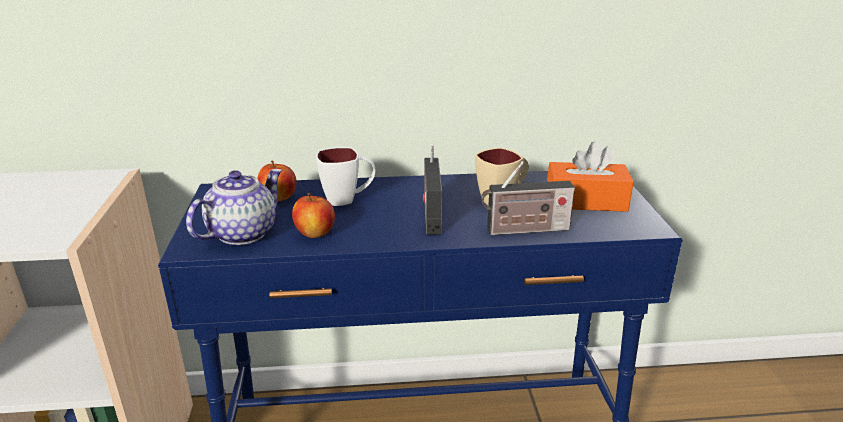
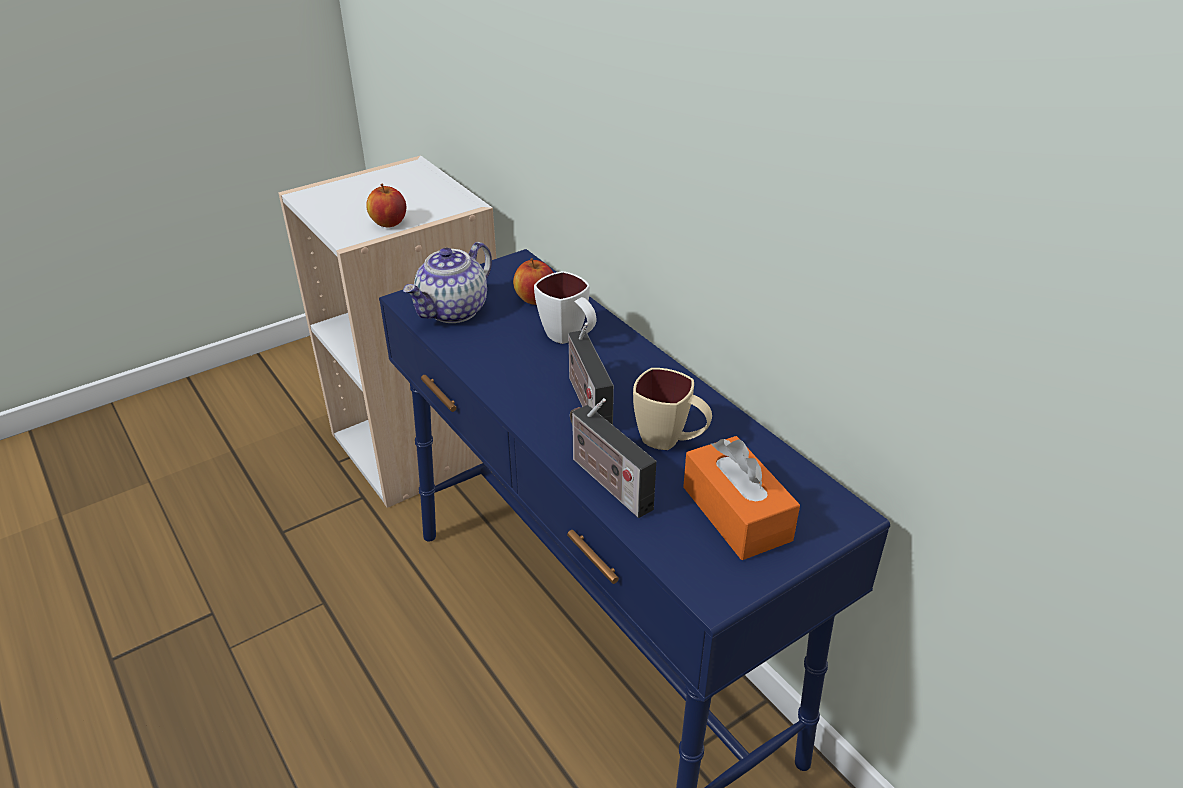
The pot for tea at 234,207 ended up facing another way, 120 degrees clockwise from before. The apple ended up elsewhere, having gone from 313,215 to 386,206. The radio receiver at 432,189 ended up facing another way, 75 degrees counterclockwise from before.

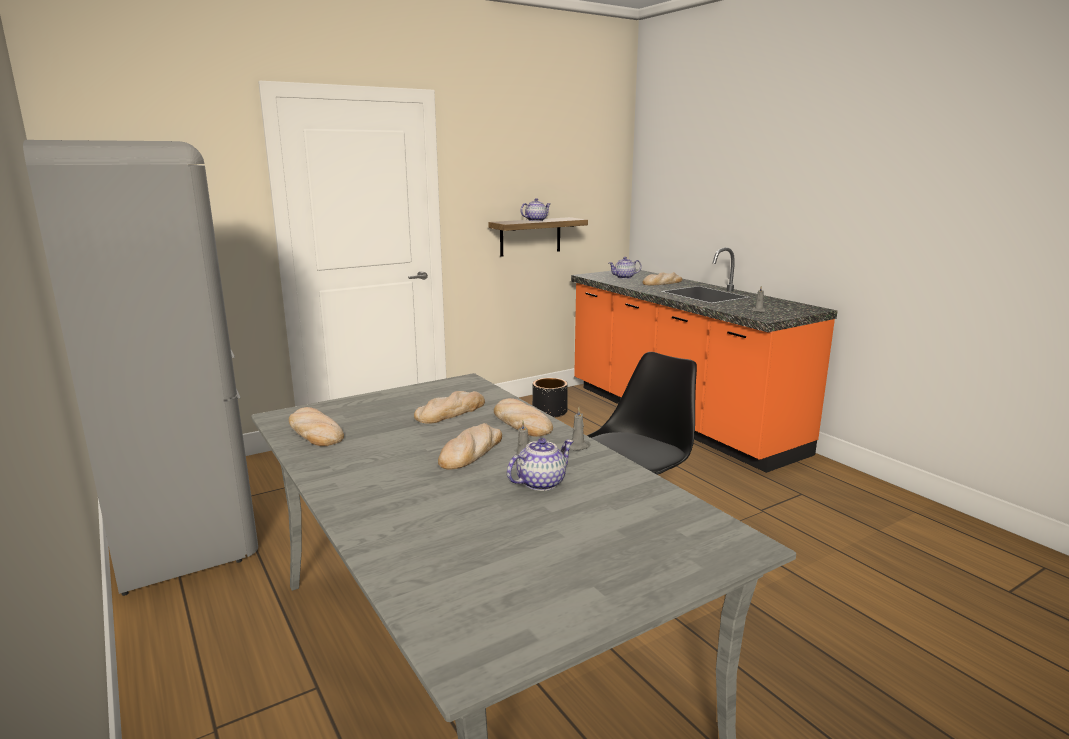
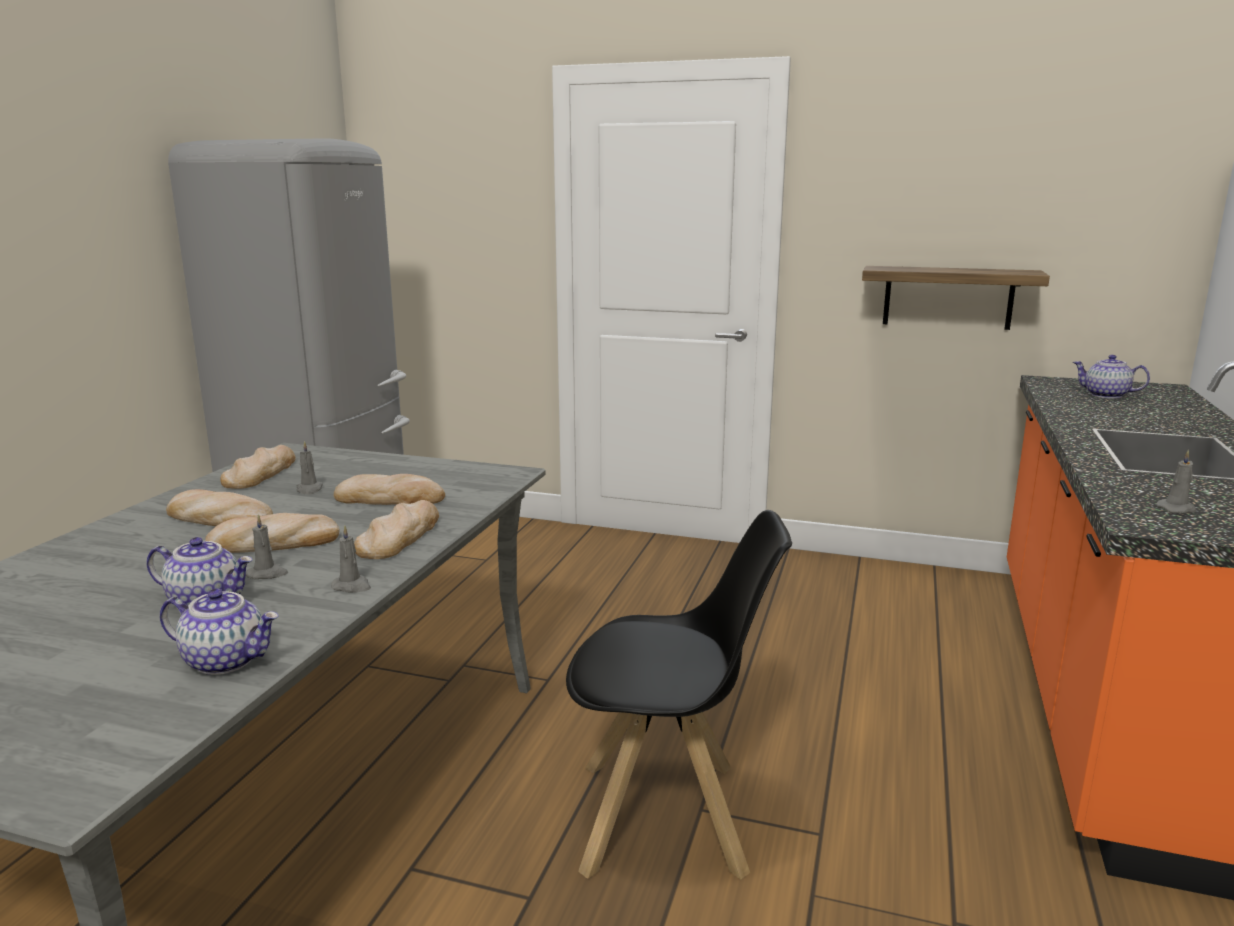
The pot for tea ended up elsewhere, having gone from 535,209 to 219,632. The second view lost the flower pot in black-coloured at 550,398. The bakery bread ended up elsewhere, having gone from 662,278 to 219,507. The second view gained the candle in gray at 310,468.

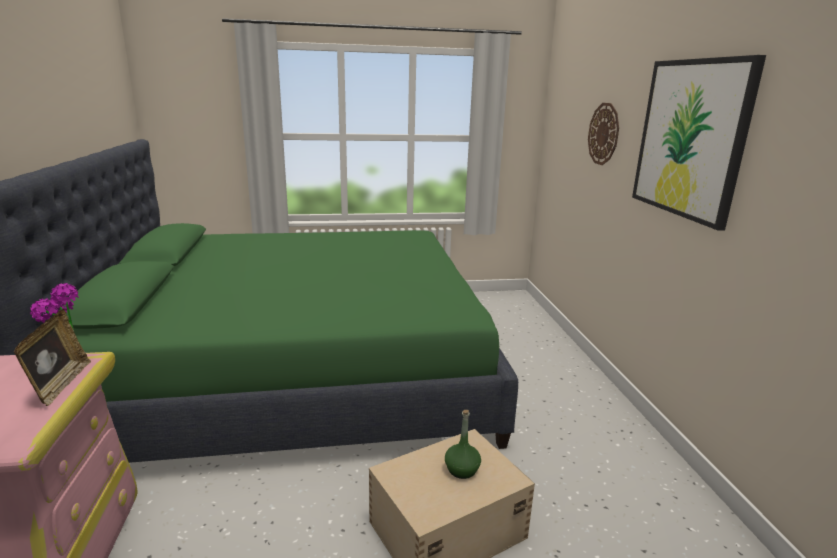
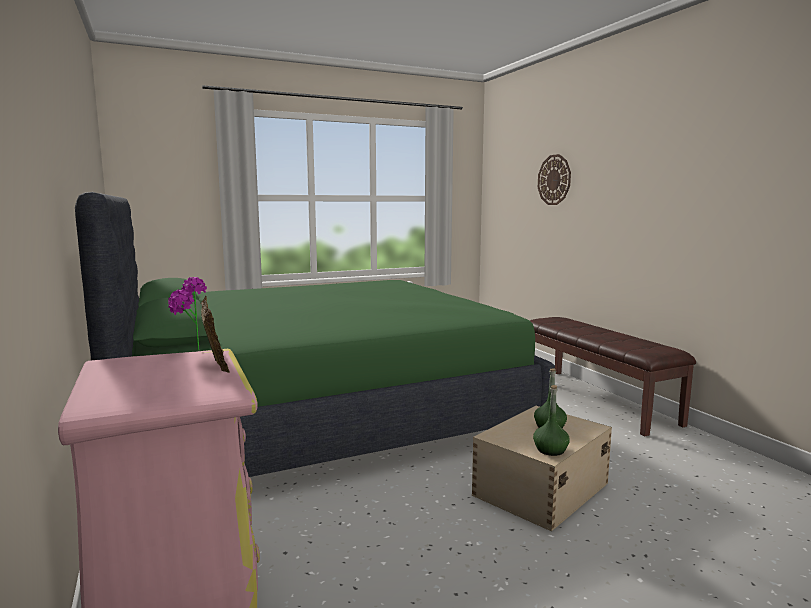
The second view lost the wall art at 699,143. The second view gained the indoor bench in brownish at 613,376. The second view gained the drink bottle in green at 551,420.

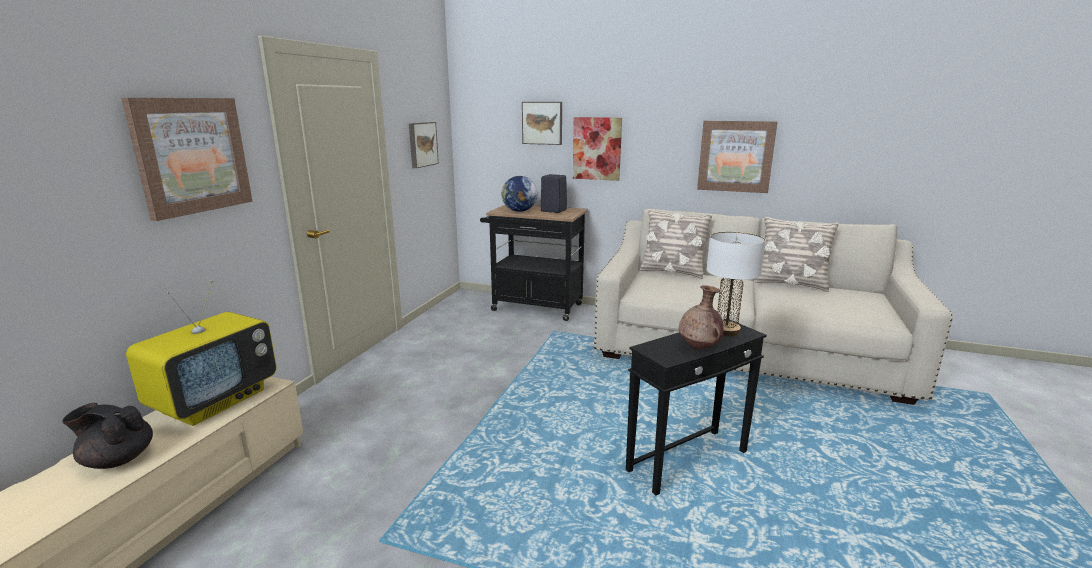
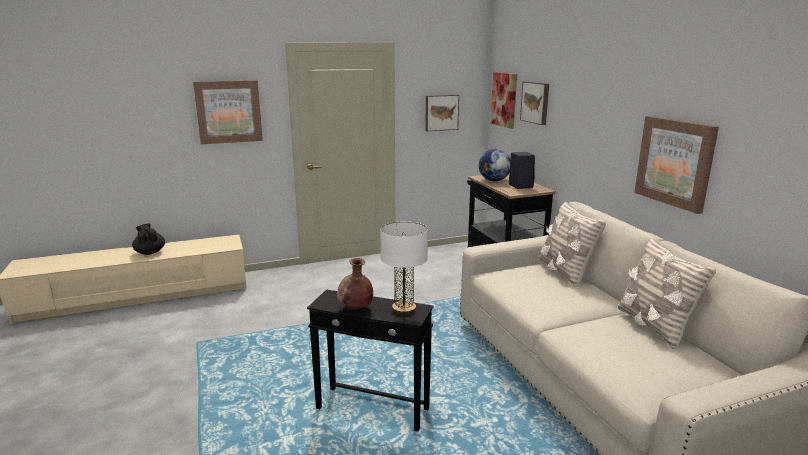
The second view lost the TV set at 201,353. The wall art ended up elsewhere, having gone from 597,149 to 503,100.

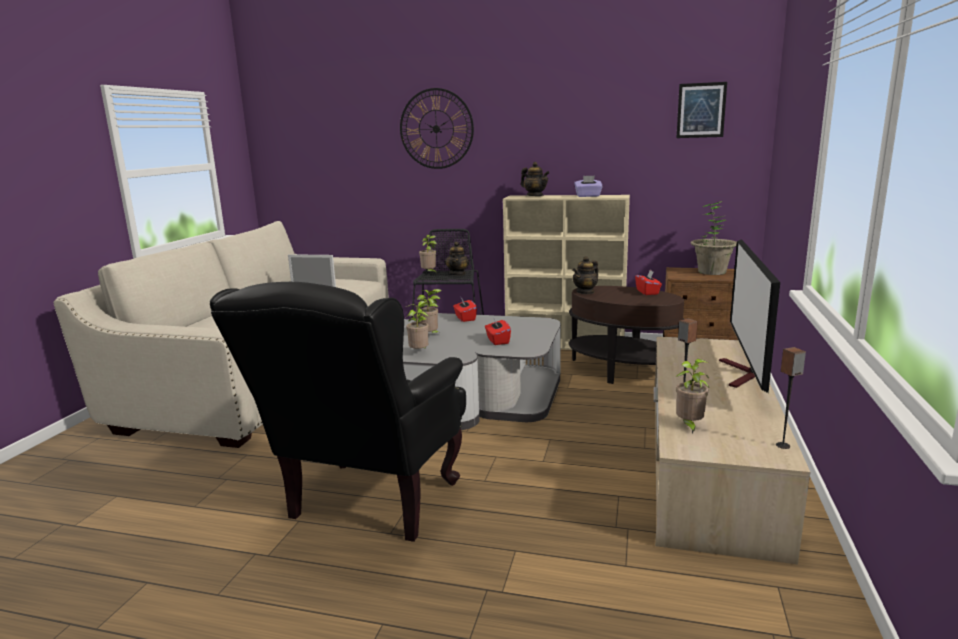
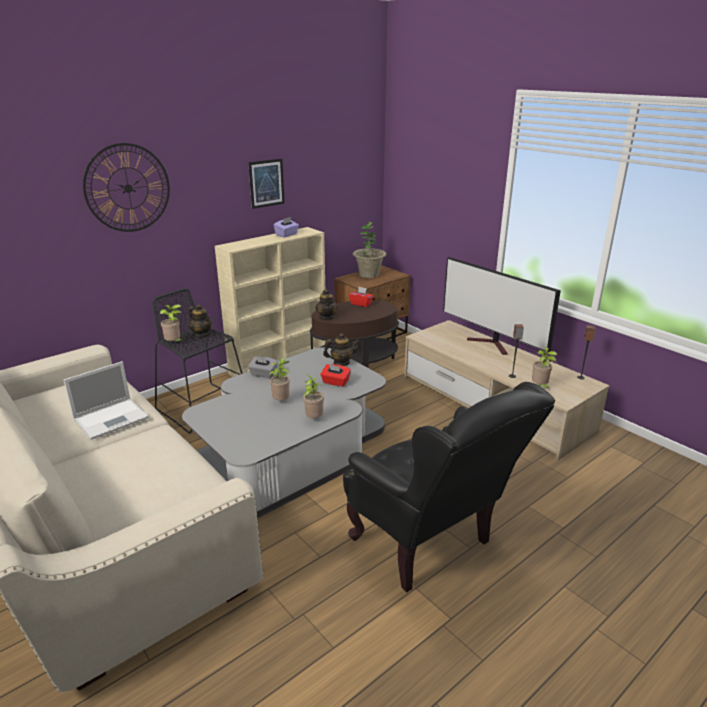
What was the tissue holder in red-coloured at 465,310 turned into the tissue holder in gray at 263,367. The pot for tea ended up elsewhere, having gone from 535,179 to 341,349. The wall art ended up elsewhere, having gone from 701,110 to 266,183.

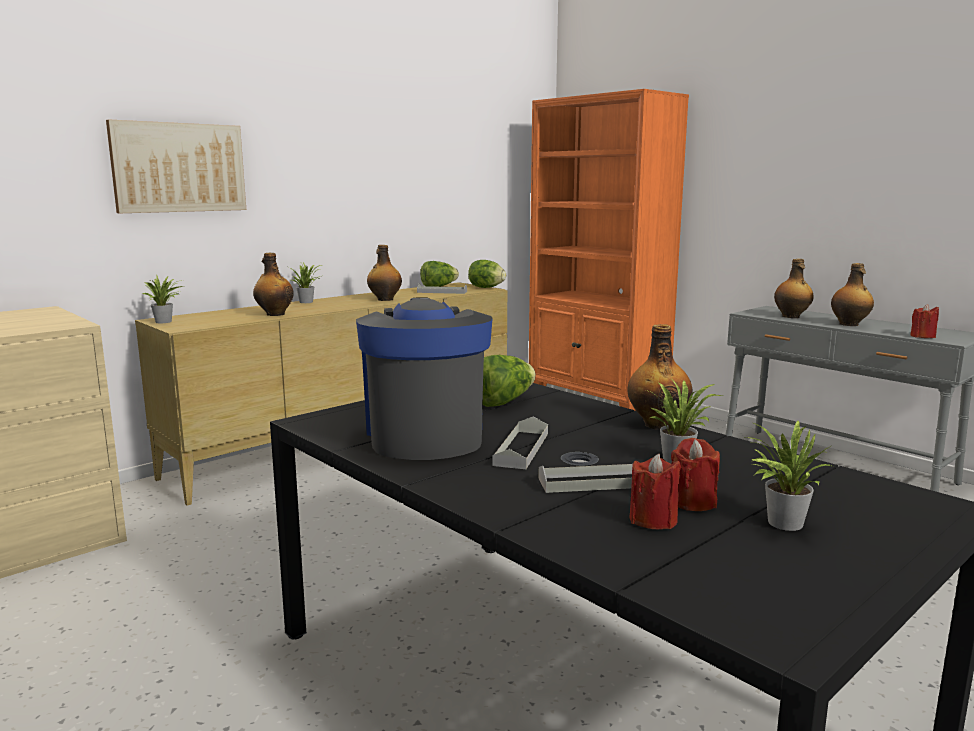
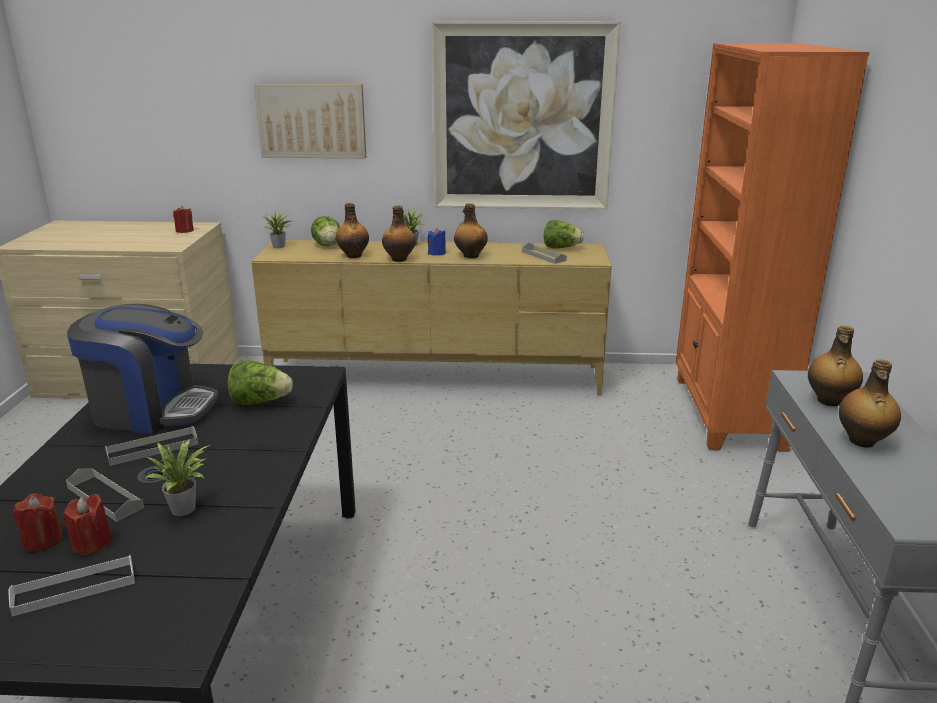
The coffee maker at 424,378 ended up facing another way, 60 degrees clockwise from before. The head of lettuce ended up elsewhere, having gone from 487,274 to 325,231. The drink bottle ended up elsewhere, having gone from 660,377 to 399,234. Where the potted plant stood at 789,476, the carrying tray in white-coloured came to stand at 71,585. The candle in red-coloured ended up elsewhere, having gone from 924,321 to 183,219. The second view gained the candle in bluish at 437,242. The second view gained the wall art at 526,115.

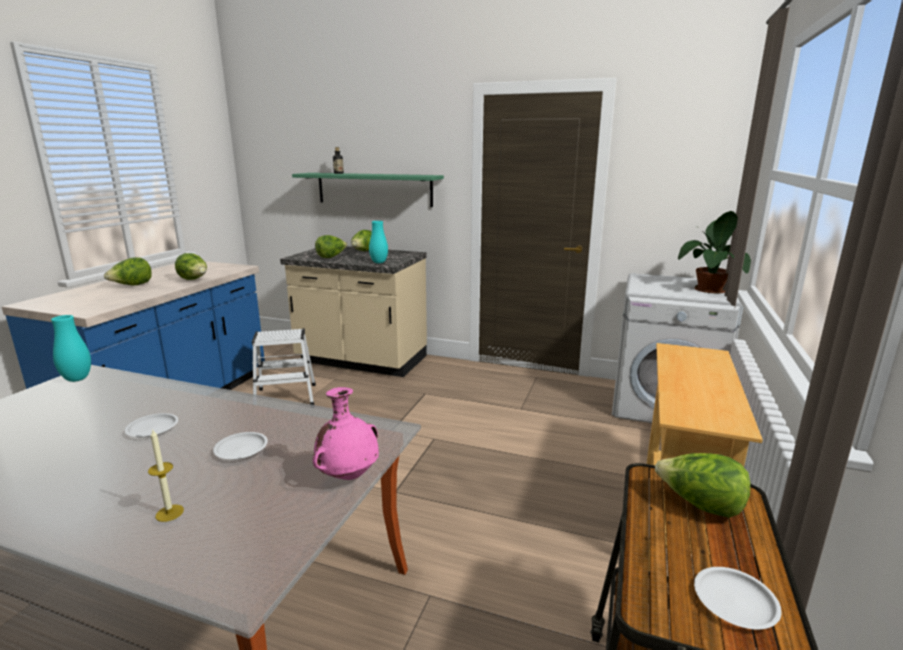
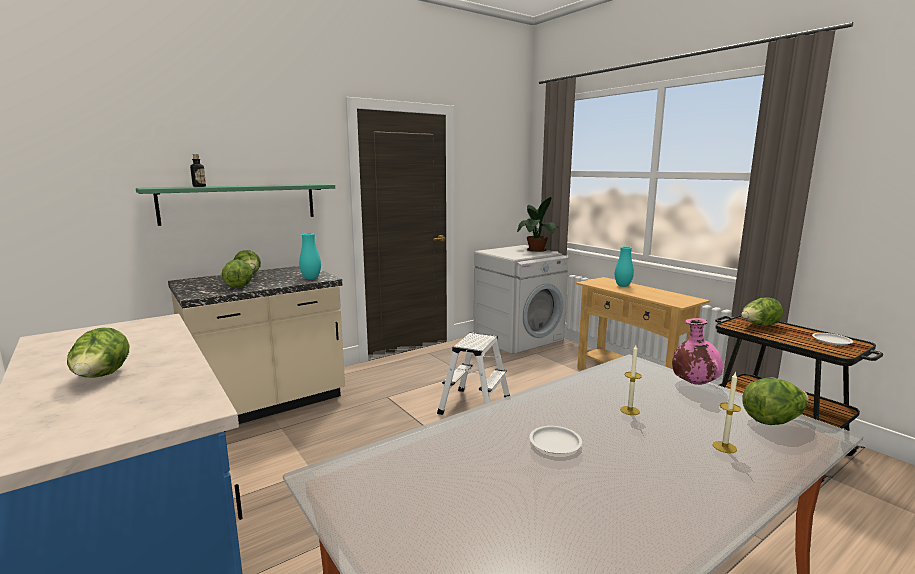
The flower vase in turquoise-coloured ended up elsewhere, having gone from 71,348 to 624,267. The head of lettuce ended up elsewhere, having gone from 191,266 to 775,401. Where the plate in white-coloured stood at 240,446, the candle came to stand at 631,380. The stepladder in white-coloured ended up elsewhere, having gone from 284,366 to 473,373.

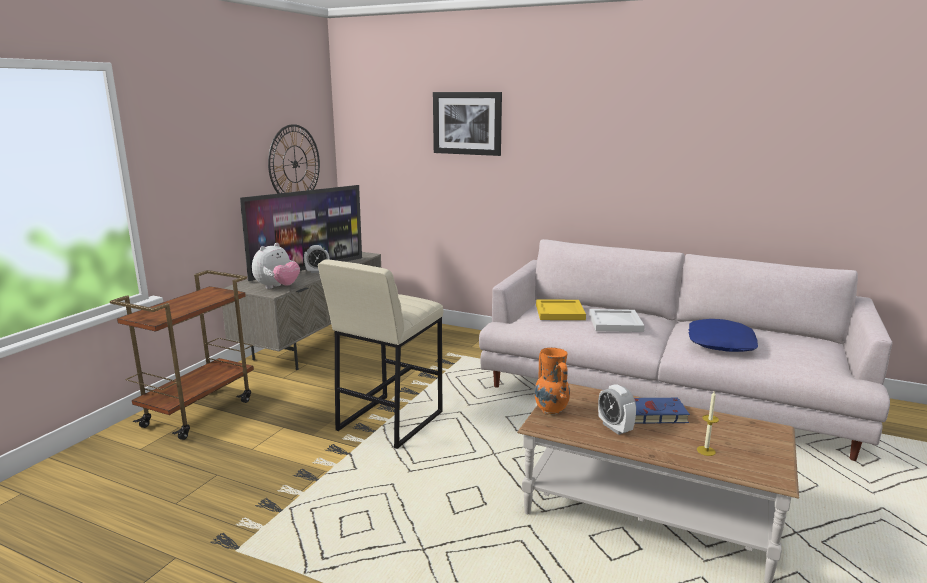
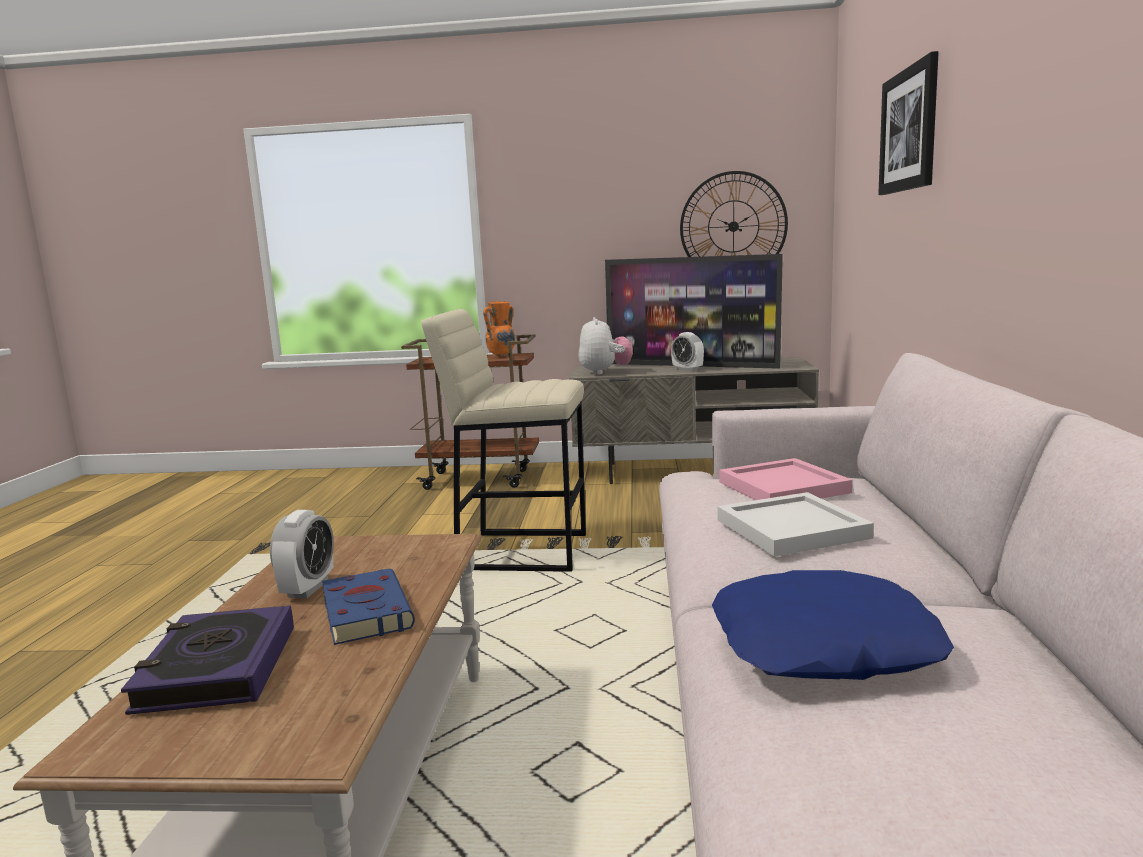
The cuddly toy at 276,266 ended up facing another way, 105 degrees counterclockwise from before. The flower vase in orangey ended up elsewhere, having gone from 552,381 to 499,328. What was the carrying tray in yellow-coloured at 561,309 turned into the carrying tray in pink at 786,479. The alarm clock at 617,409 ended up facing another way, 150 degrees clockwise from before. Where the candle stood at 708,423, the bound book came to stand at 207,660.

